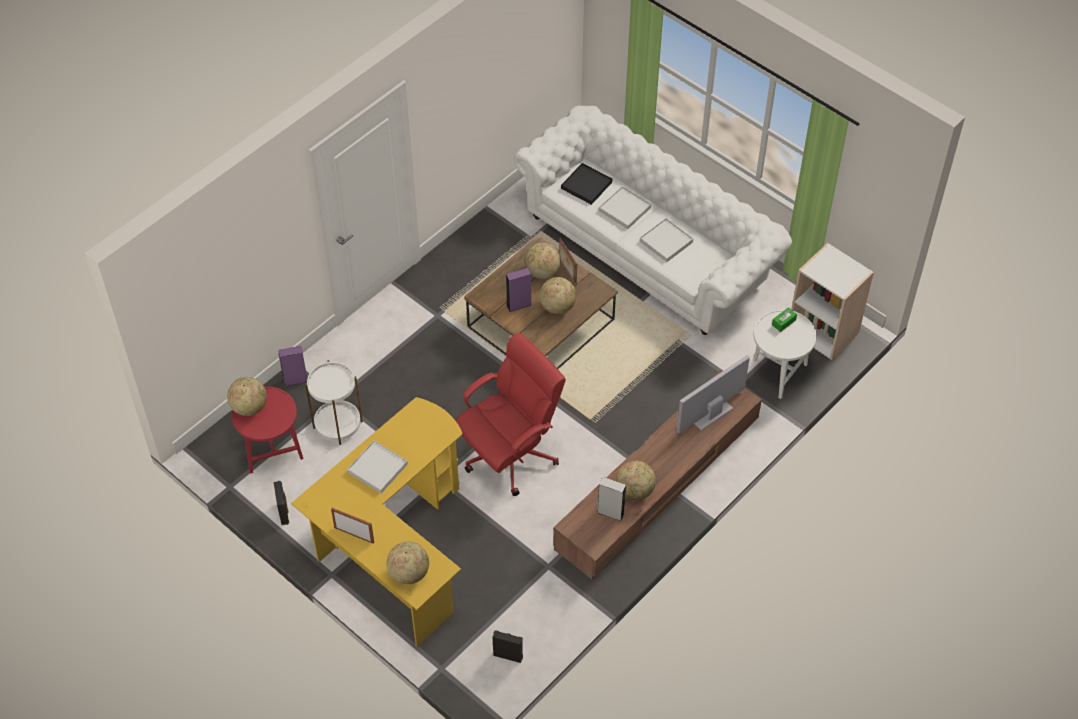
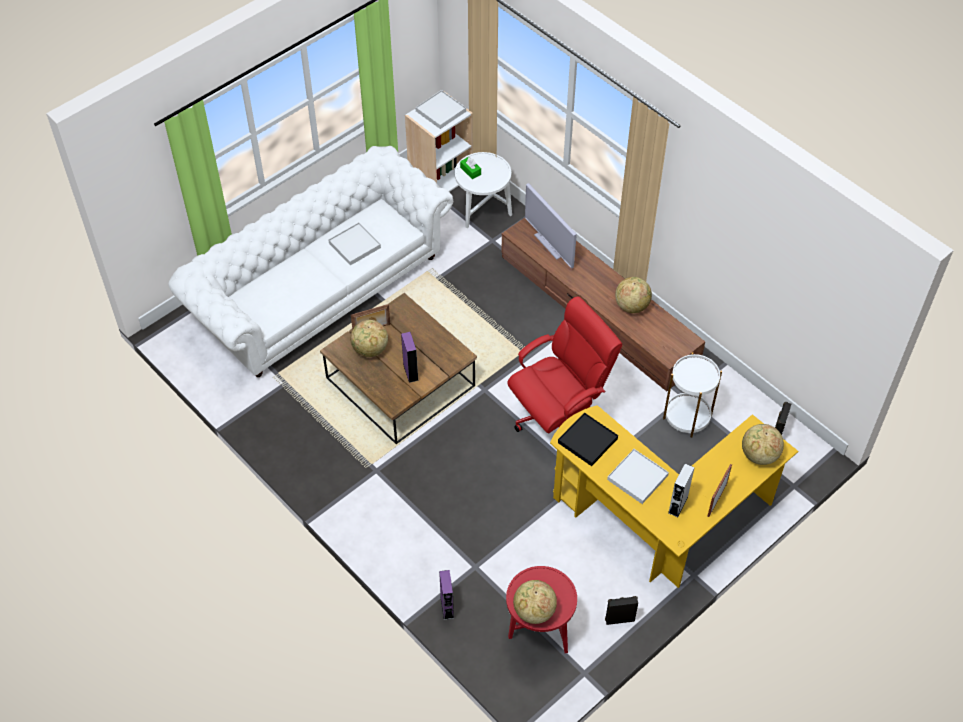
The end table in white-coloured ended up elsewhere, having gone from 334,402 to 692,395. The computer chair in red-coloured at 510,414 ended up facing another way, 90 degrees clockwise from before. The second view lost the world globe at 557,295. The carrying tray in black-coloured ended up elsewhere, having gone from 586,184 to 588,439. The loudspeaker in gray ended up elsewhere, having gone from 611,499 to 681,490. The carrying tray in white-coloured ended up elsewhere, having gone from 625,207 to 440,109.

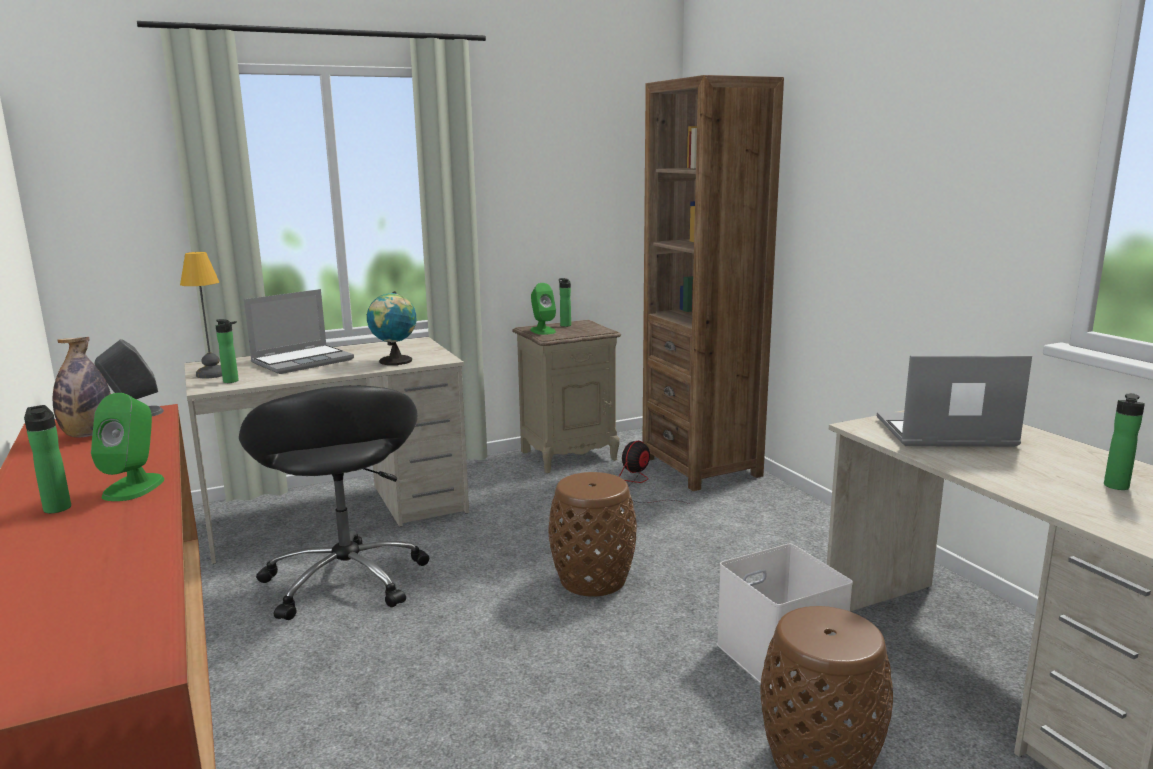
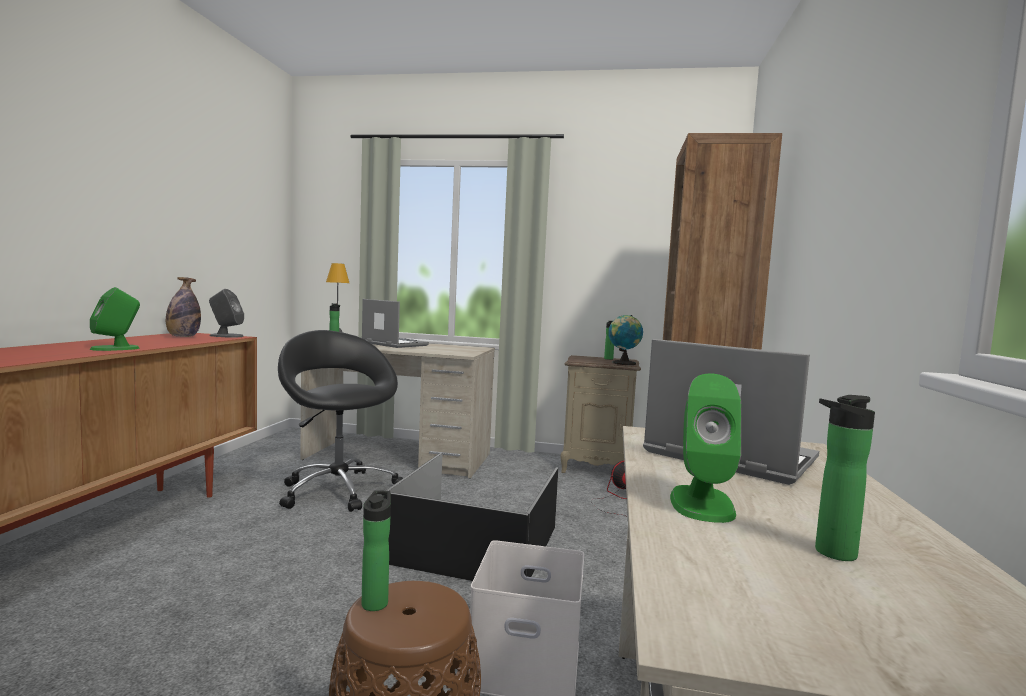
The drink bottle ended up elsewhere, having gone from 47,459 to 376,550. The computer chair in black-coloured at 334,502 ended up facing another way, 120 degrees clockwise from before. The portable computer at 299,331 ended up facing another way, 135 degrees counterclockwise from before. The world globe ended up elsewhere, having gone from 392,328 to 625,340. The loudspeaker in green ended up elsewhere, having gone from 543,309 to 705,448. Where the stool seat in brownish stood at 592,534, the storage container in black-coloured came to stand at 471,517.

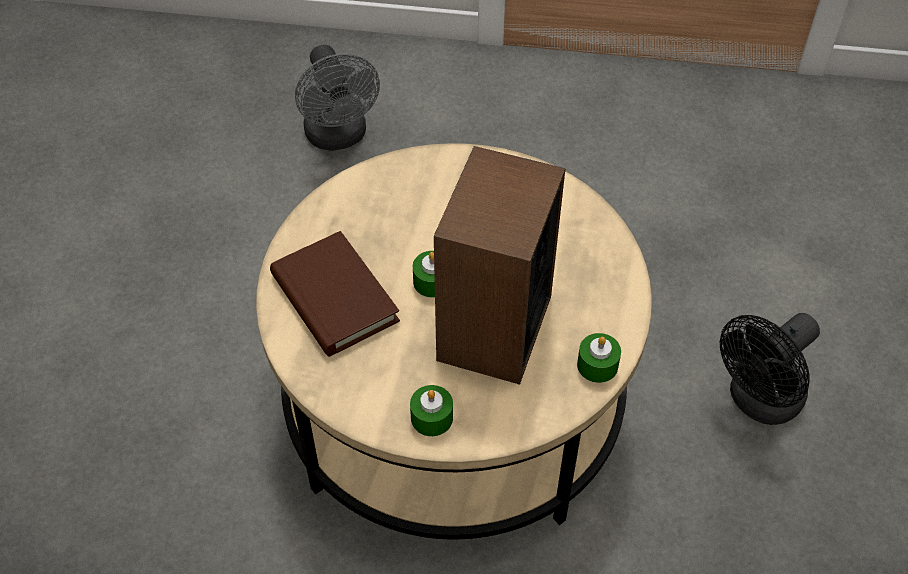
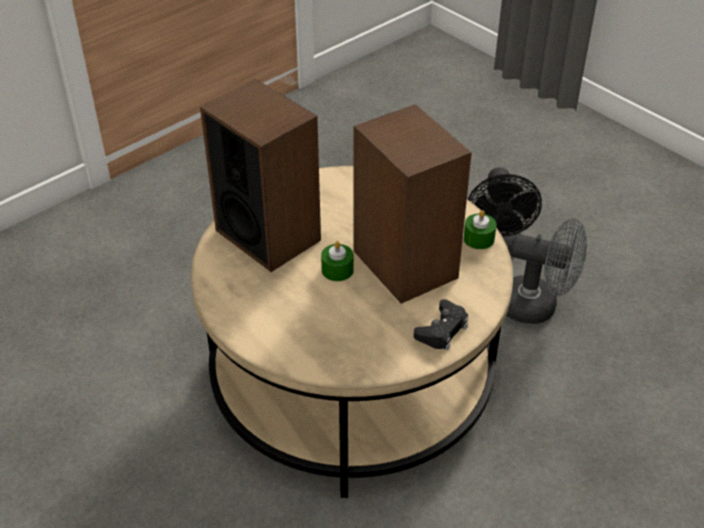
The second view lost the bound book in brownish at 335,294. The fan in gray ended up elsewhere, having gone from 337,98 to 546,271. Where the candle in green stood at 431,410, the game controller in black-coloured came to stand at 441,324. The second view gained the loudspeaker at 260,175.

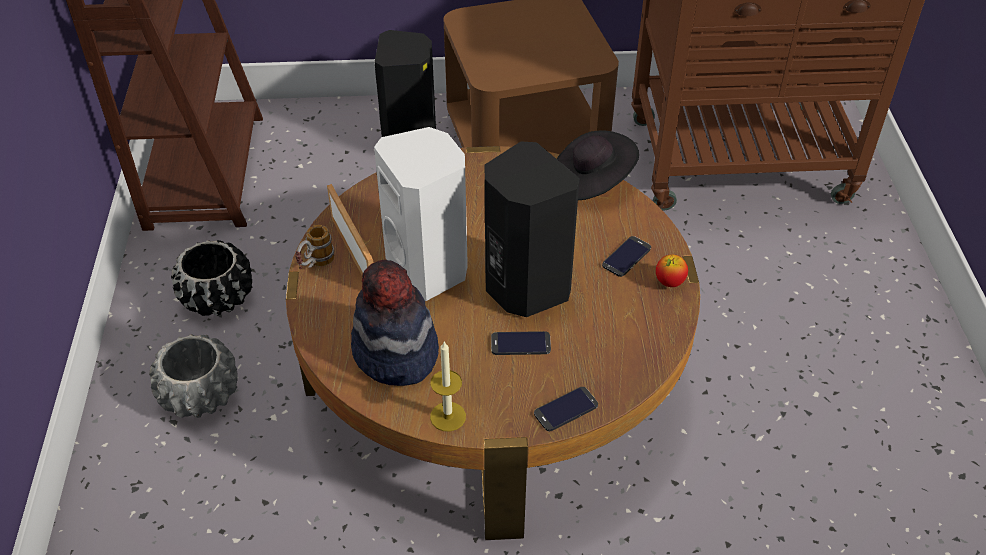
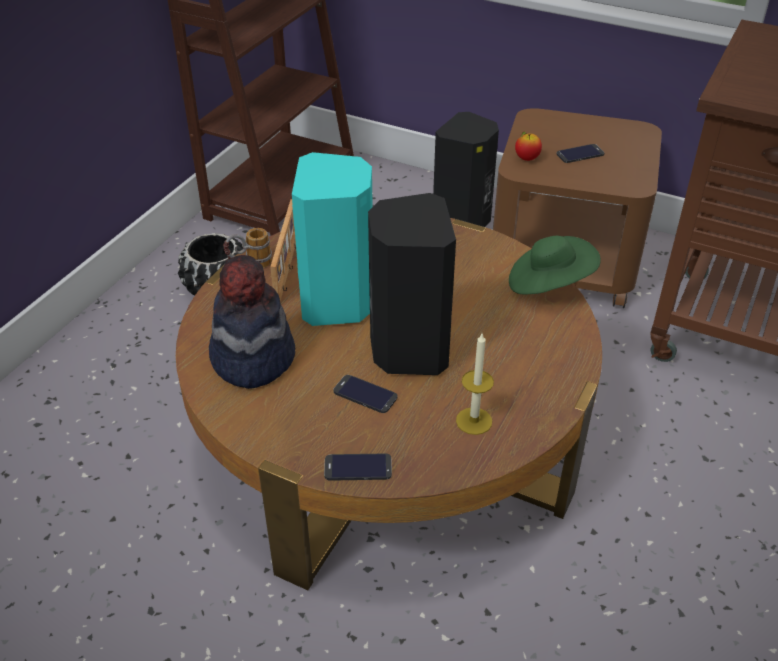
The second view lost the flower pot in gray at 193,376. What was the loudspeaker in white-coloured at 421,214 turned into the loudspeaker in turquoise-coloured at 332,239. The candle ended up elsewhere, having gone from 448,386 to 475,384. What was the hat in black-coloured at 598,165 turned into the hat in green at 555,265. The telephone ended up elsewhere, having gone from 626,256 to 580,153. The apple ended up elsewhere, having gone from 672,270 to 528,146.

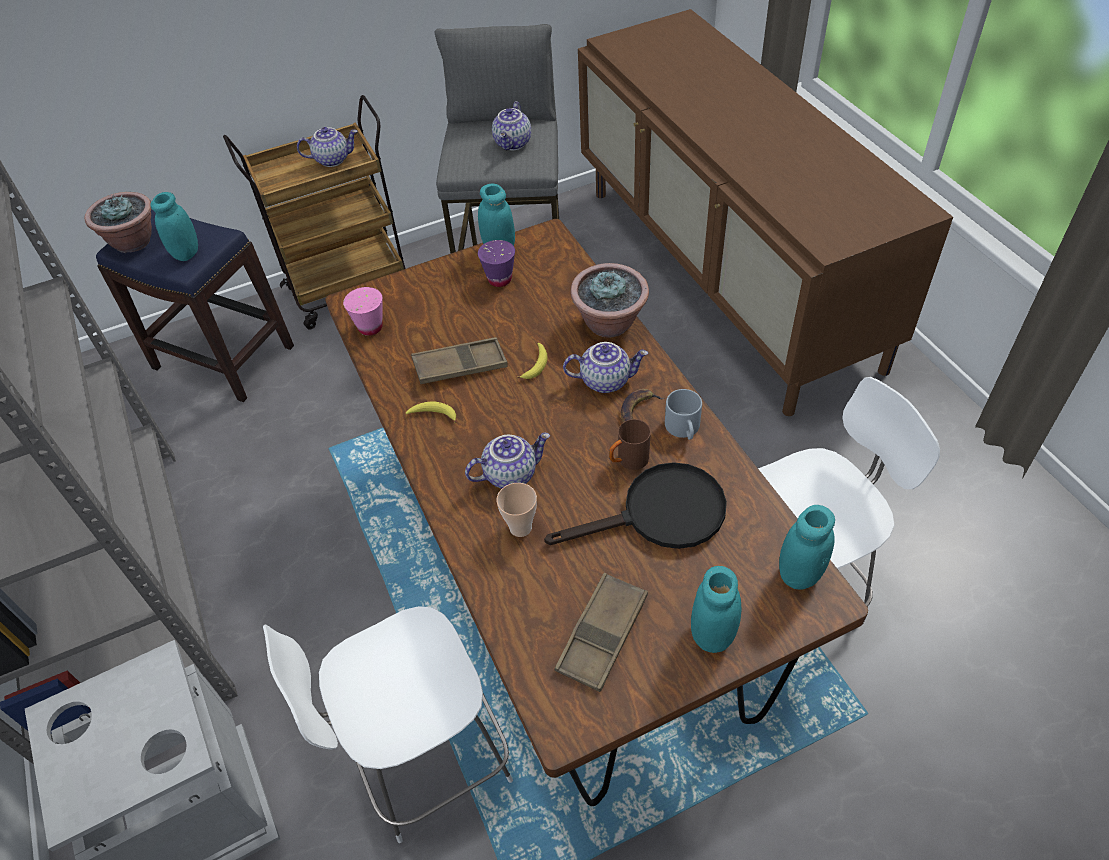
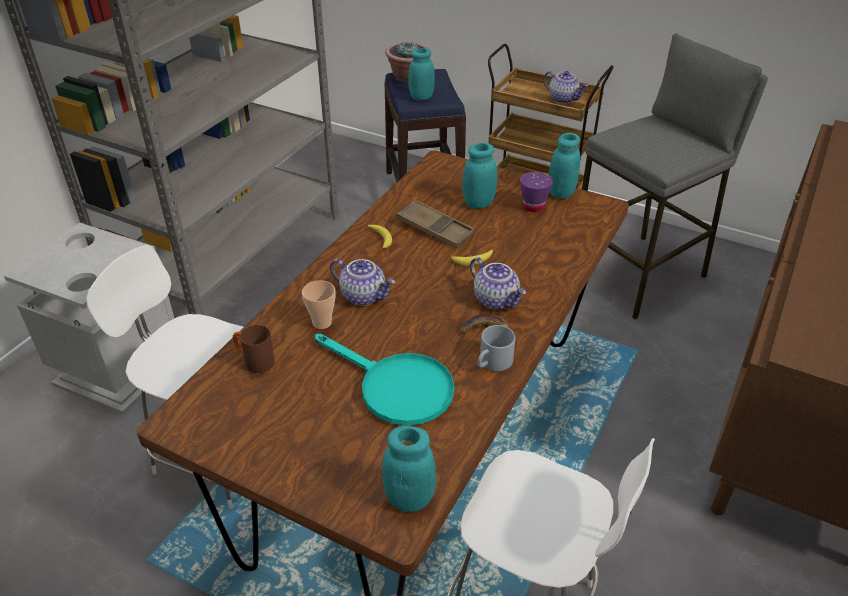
The second view lost the cup in pink at 363,311. The second view lost the pot for tea at 511,125. What was the skillet in black-coloured at 635,505 turned into the skillet in turquoise-coloured at 384,380. The second view lost the carrying tray in brownish at 601,632. The second view lost the potted plant at 609,300. The coffee mug in brownish ended up elsewhere, having gone from 630,444 to 254,349. The jar in turquoise-coloured ended up elsewhere, having gone from 716,609 to 479,176.

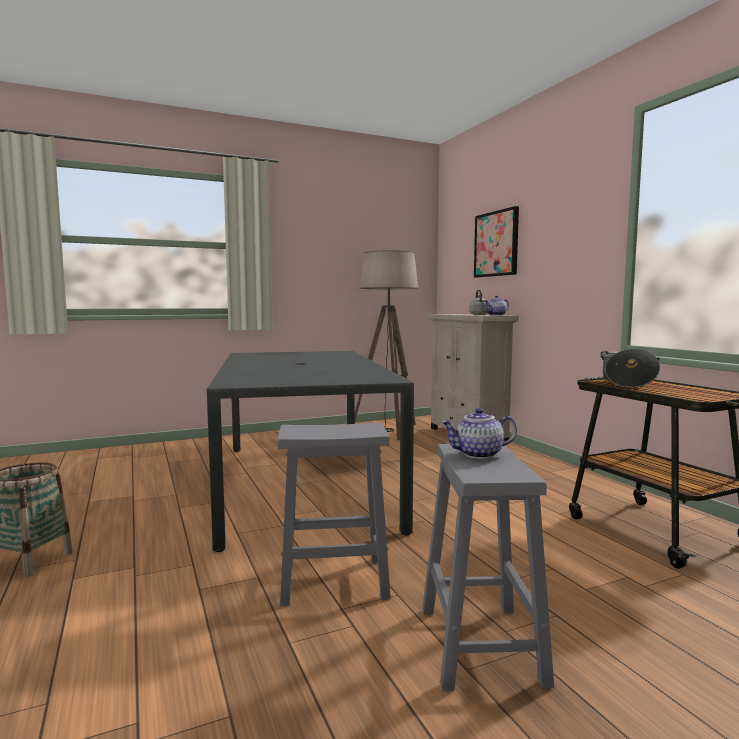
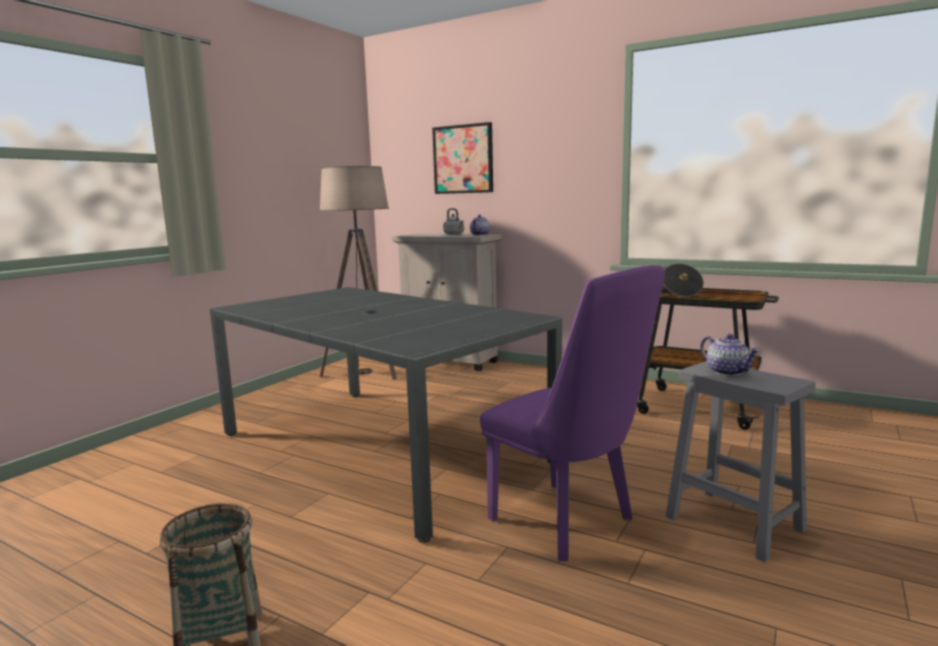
Where the stool seat in gray stood at 334,514, the upright chair in purple came to stand at 572,413. The pot for tea at 479,433 ended up facing another way, 75 degrees counterclockwise from before.

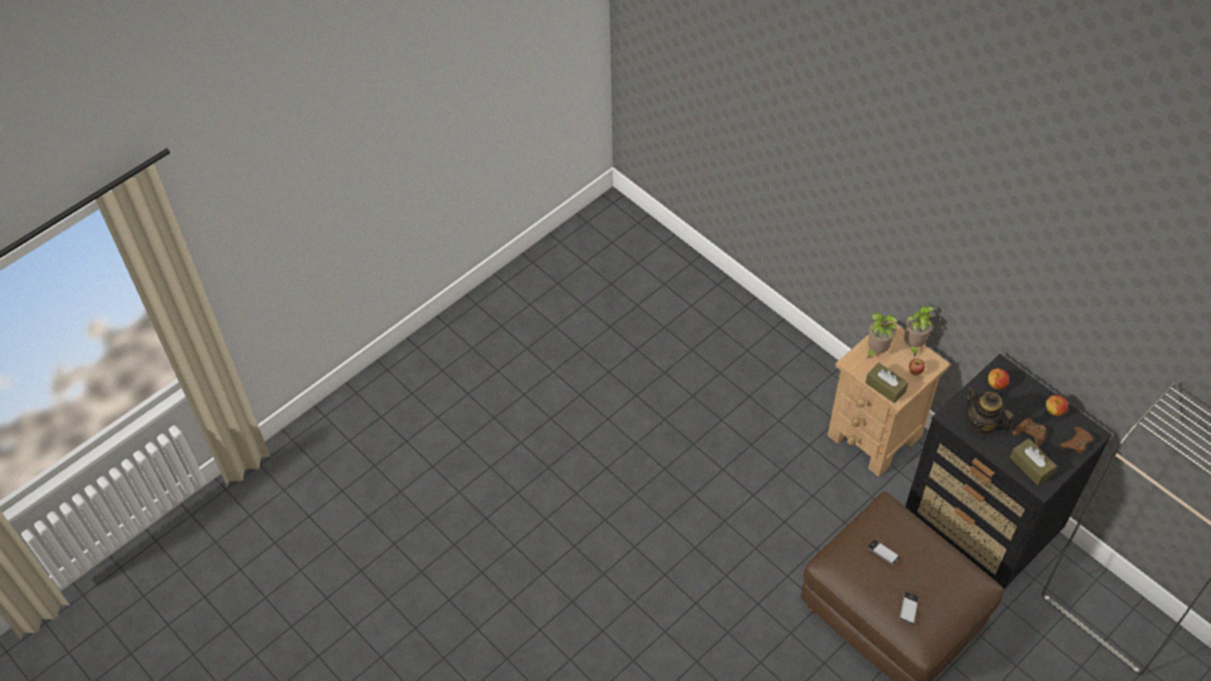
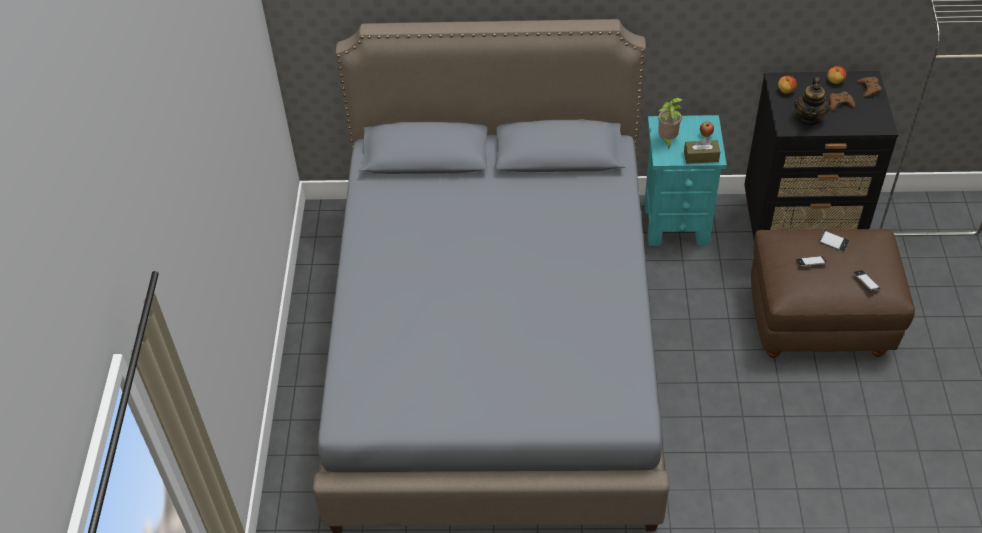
What was the bedside table in beige-coloured at 888,399 turned into the bedside table in turquoise-coloured at 685,180. The second view lost the potted plant at 919,331. The pot for tea at 990,410 ended up facing another way, 75 degrees counterclockwise from before. The second view lost the tissue holder in brownish at 1033,461. The second view gained the bed in gray at 491,276. The second view gained the telephone at 834,241.

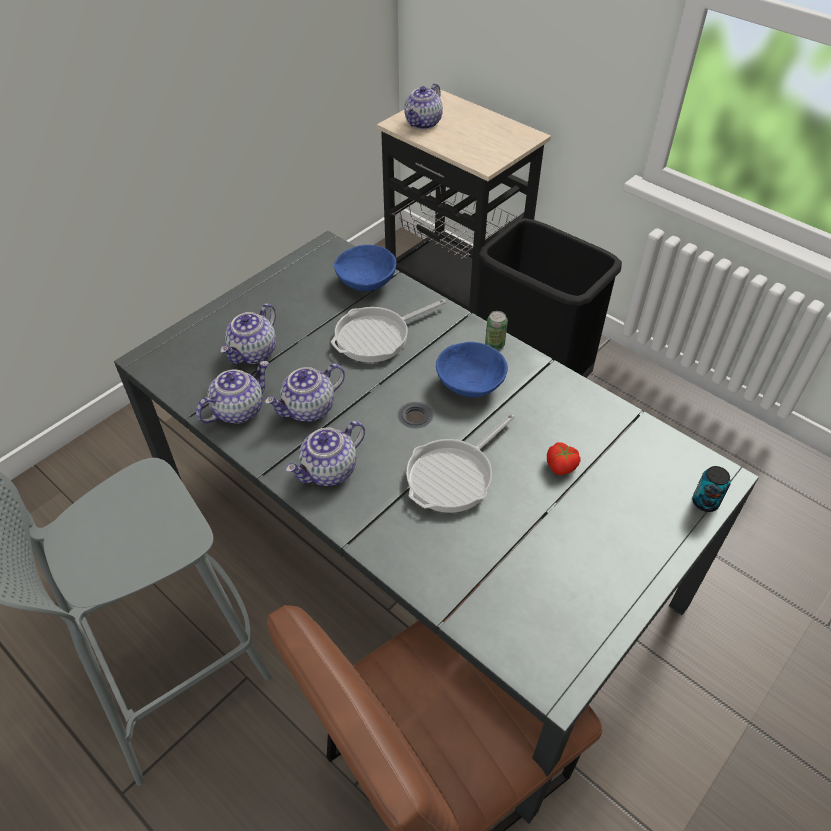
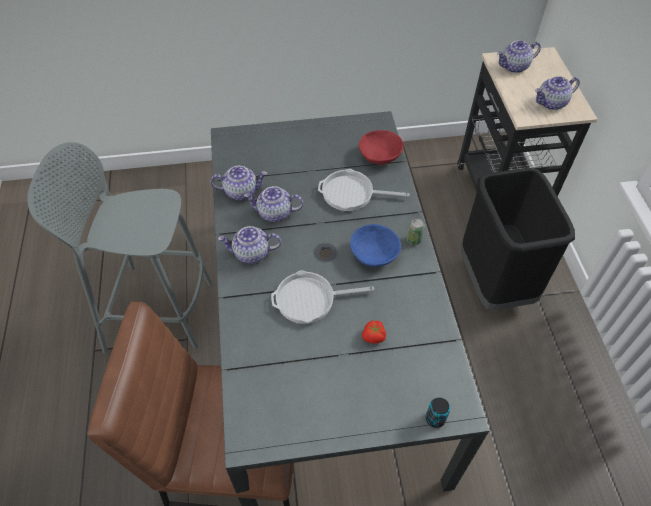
The pot for tea ended up elsewhere, having gone from 248,333 to 557,93. What was the bowl in bluish at 365,268 turned into the bowl in red-coloured at 381,147.

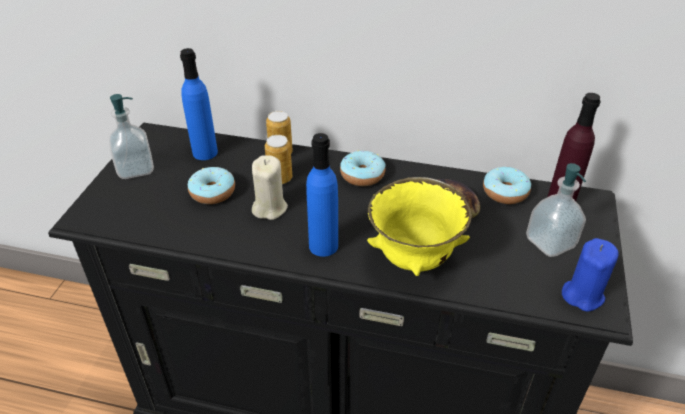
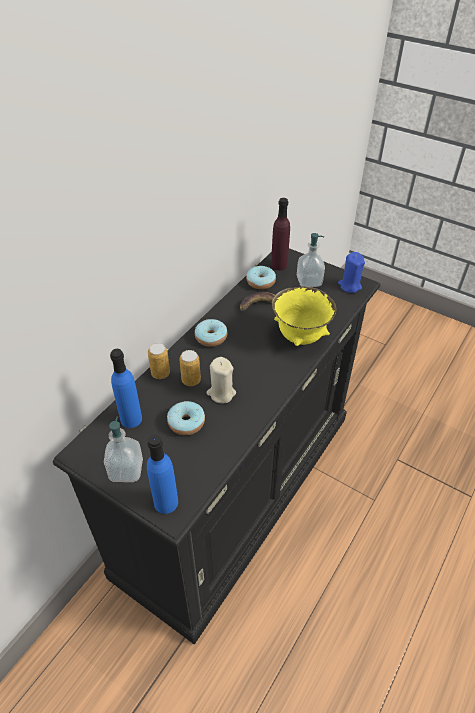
The drink bottle in bluish ended up elsewhere, having gone from 322,195 to 162,474.

